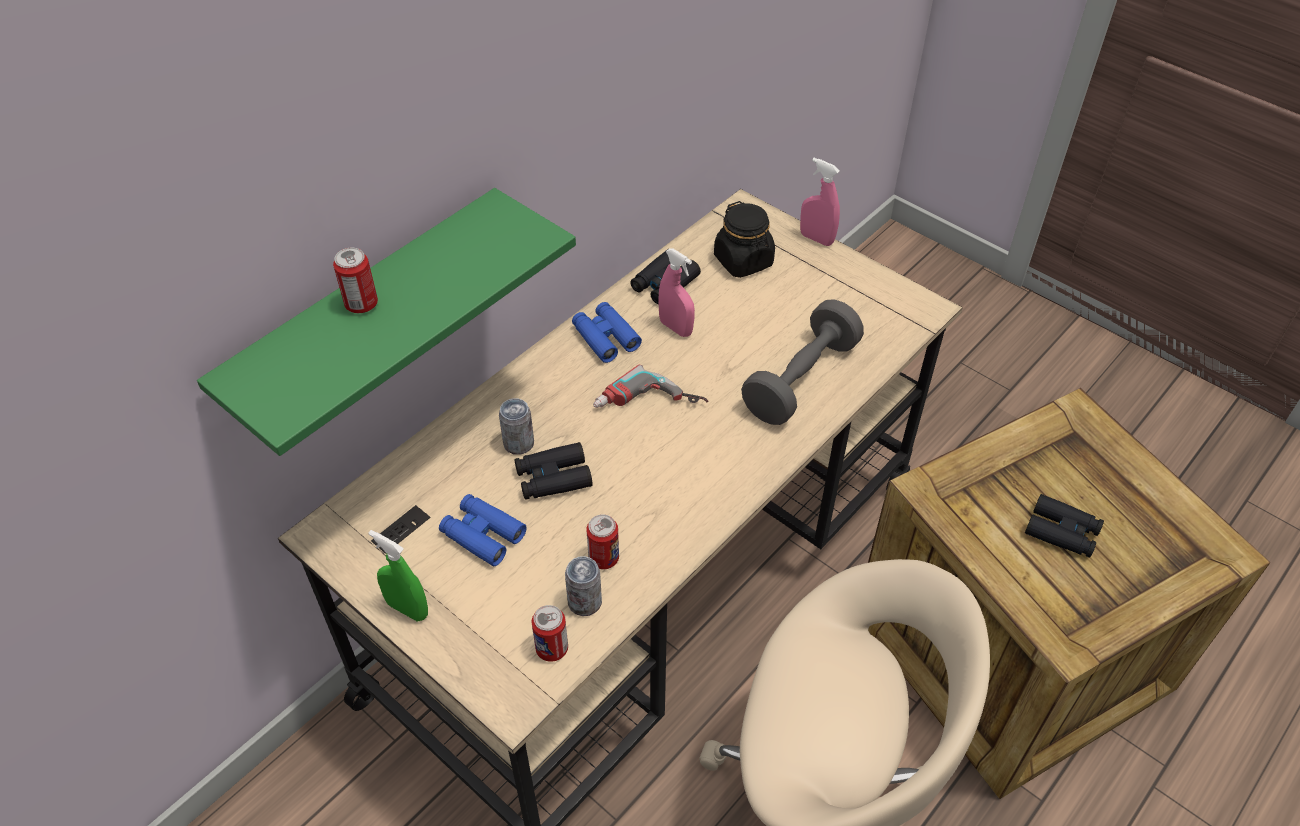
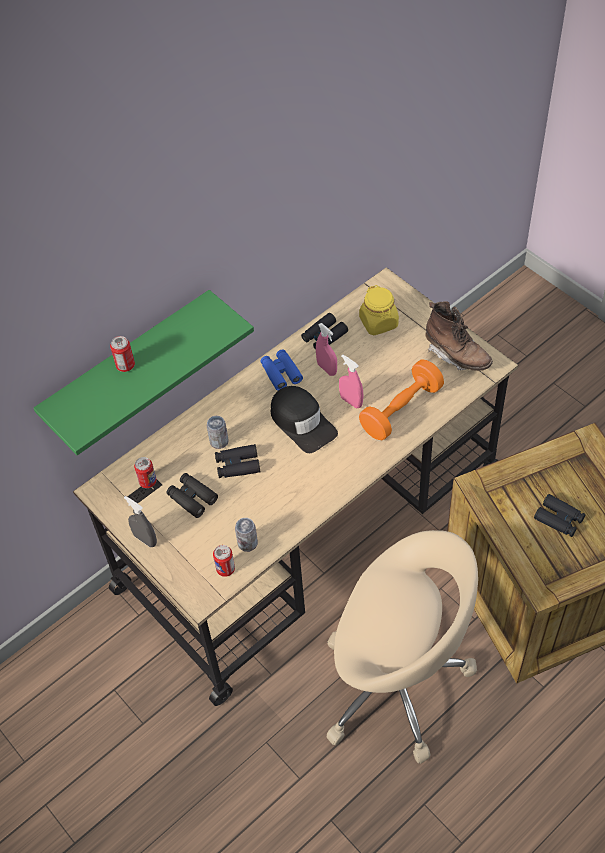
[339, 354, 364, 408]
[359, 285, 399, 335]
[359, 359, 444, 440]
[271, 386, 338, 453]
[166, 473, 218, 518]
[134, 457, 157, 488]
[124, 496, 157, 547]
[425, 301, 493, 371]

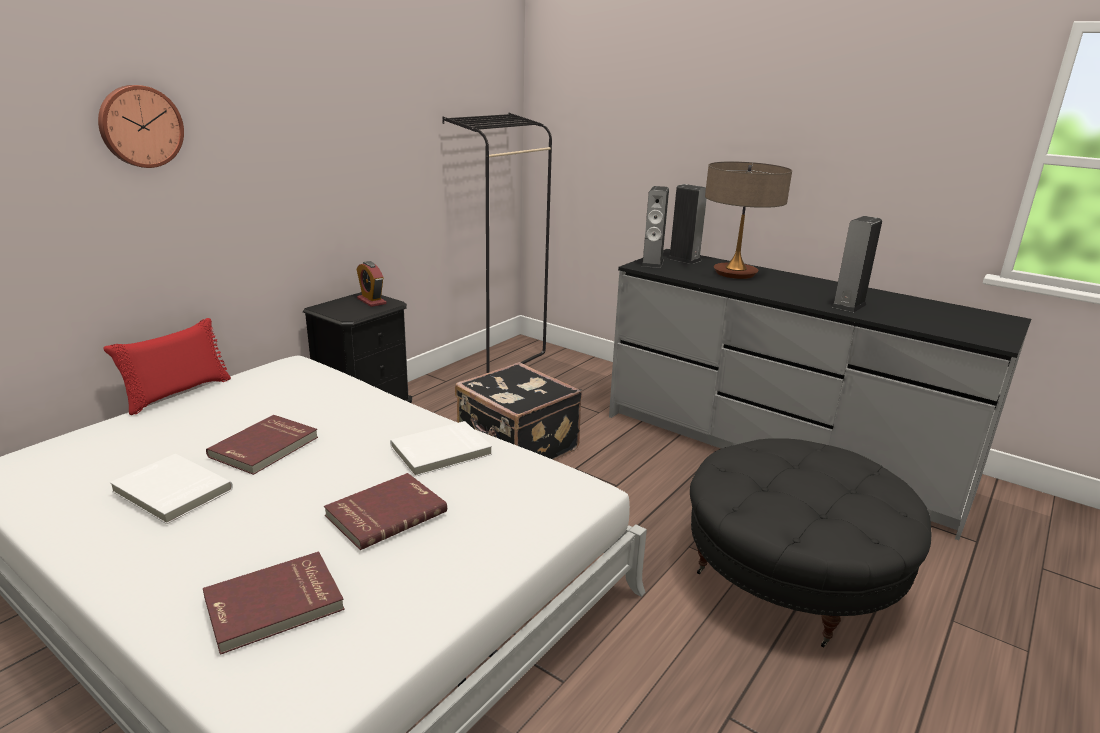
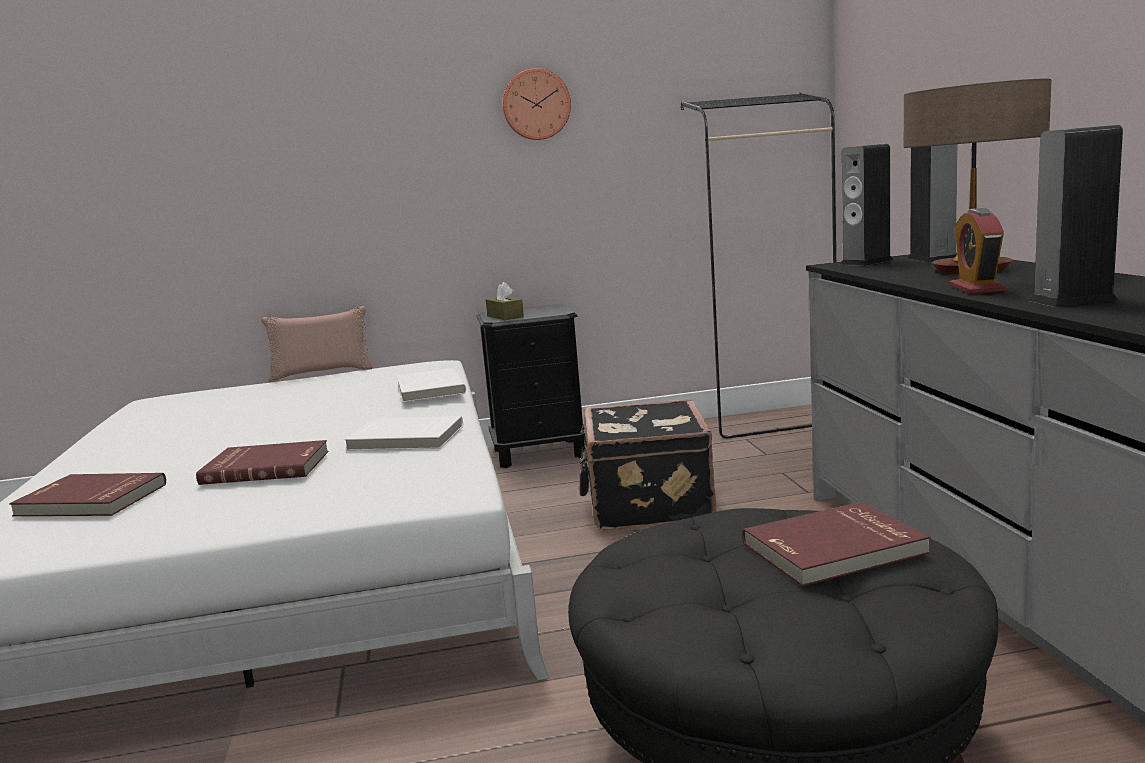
[502, 68, 571, 140]
[950, 208, 1006, 294]
[261, 306, 373, 383]
[742, 502, 931, 586]
[397, 368, 466, 402]
[486, 282, 524, 320]

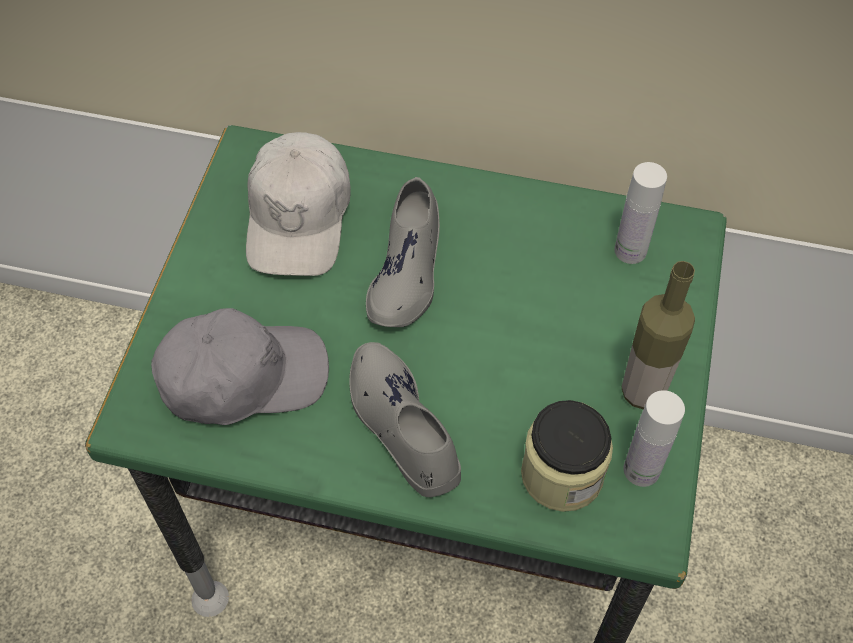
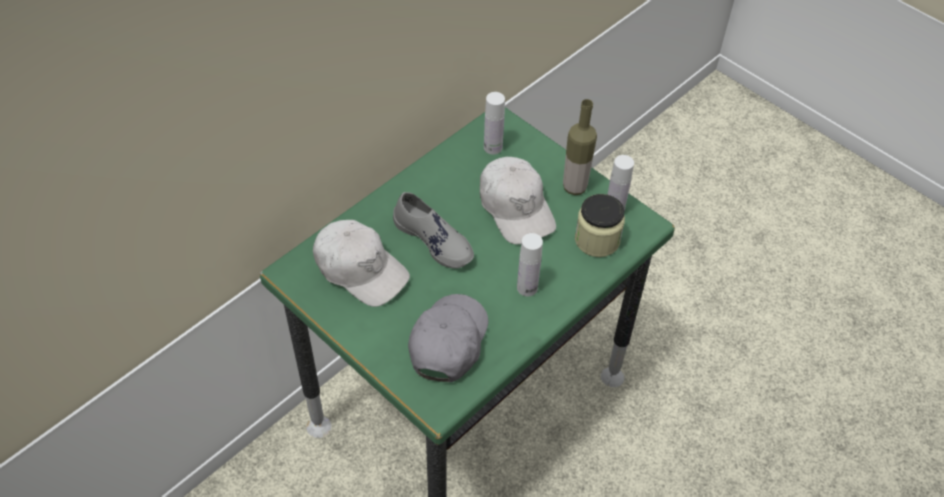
[517, 233, 543, 296]
[480, 157, 556, 245]

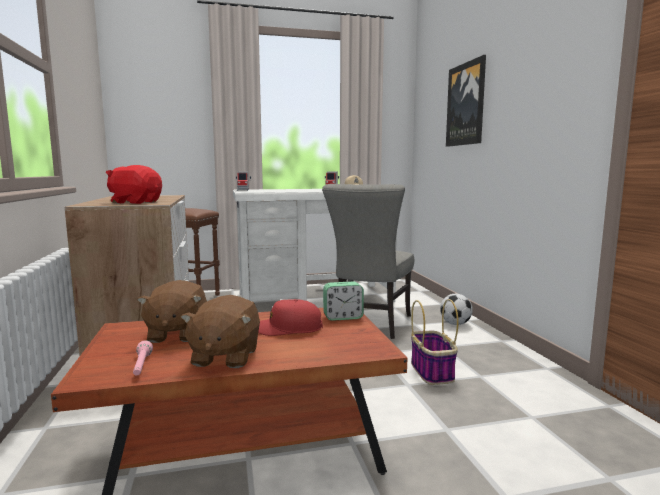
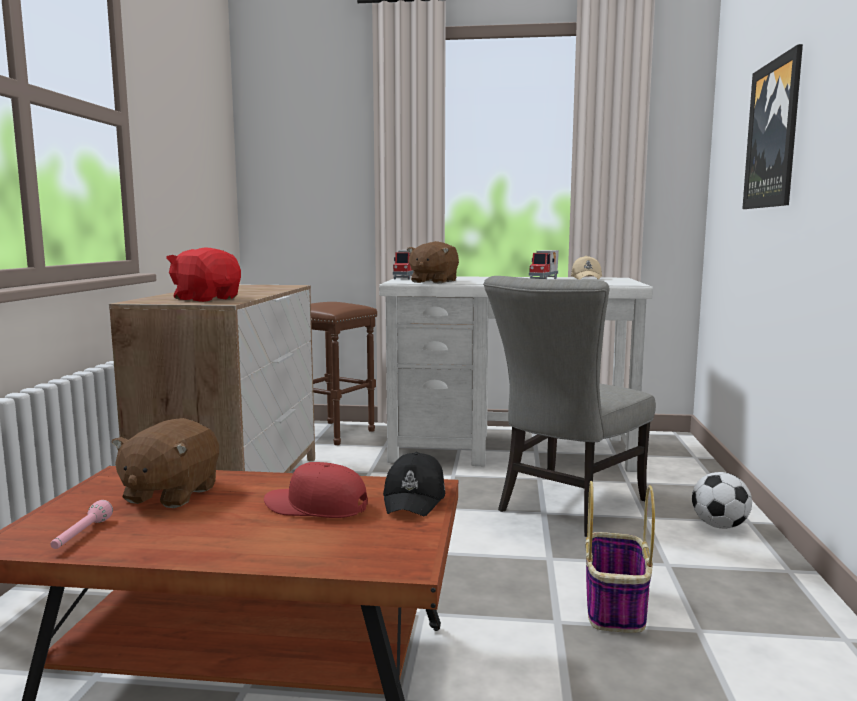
[383, 452, 445, 516]
[407, 241, 459, 283]

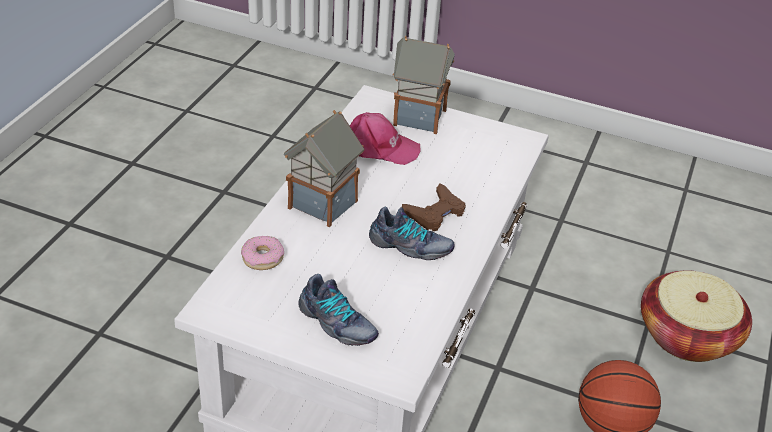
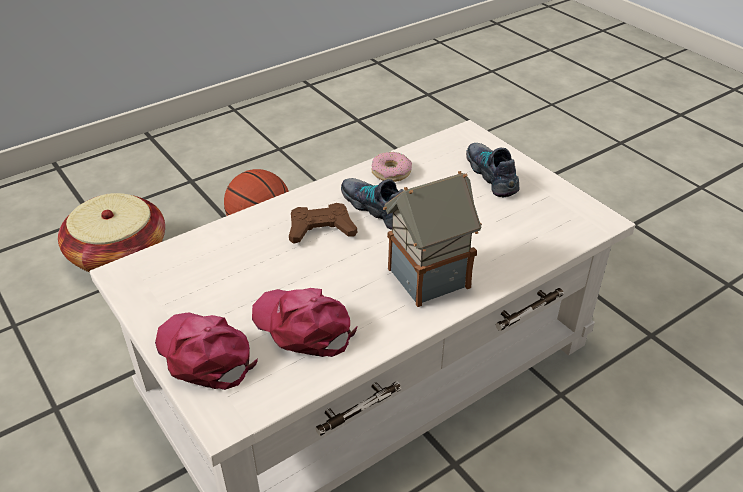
[155, 312, 258, 390]
[372, 152, 412, 182]

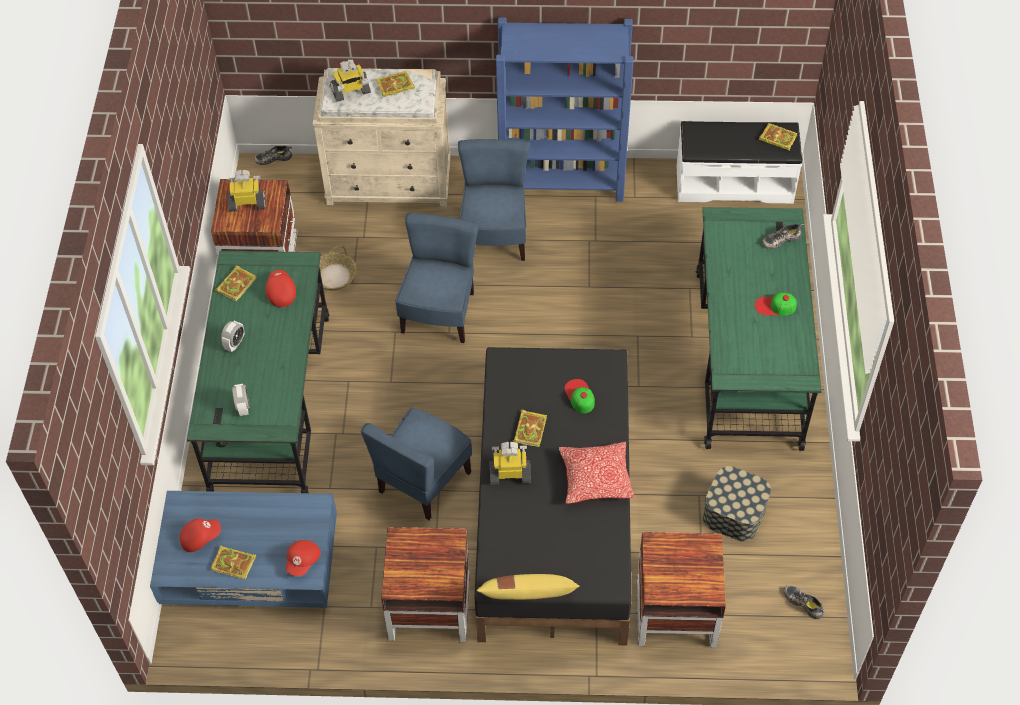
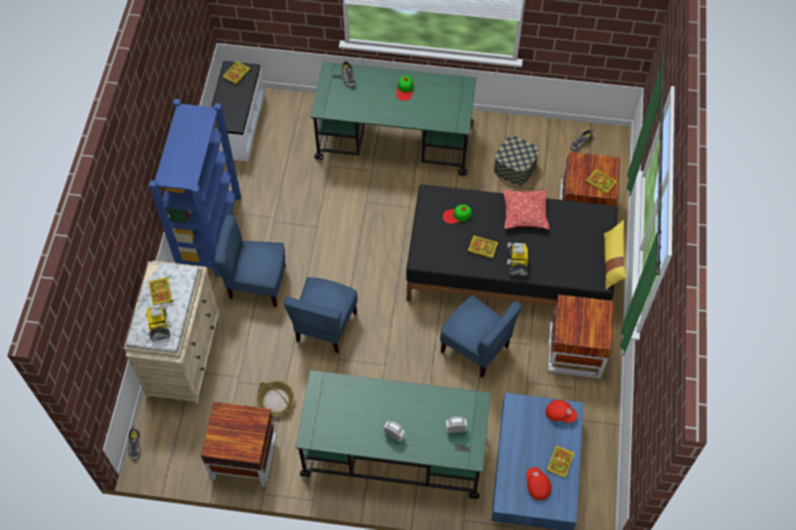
[227, 170, 266, 212] (first image)
[284, 277, 358, 353]
[586, 169, 616, 194]
[266, 270, 296, 307] (first image)

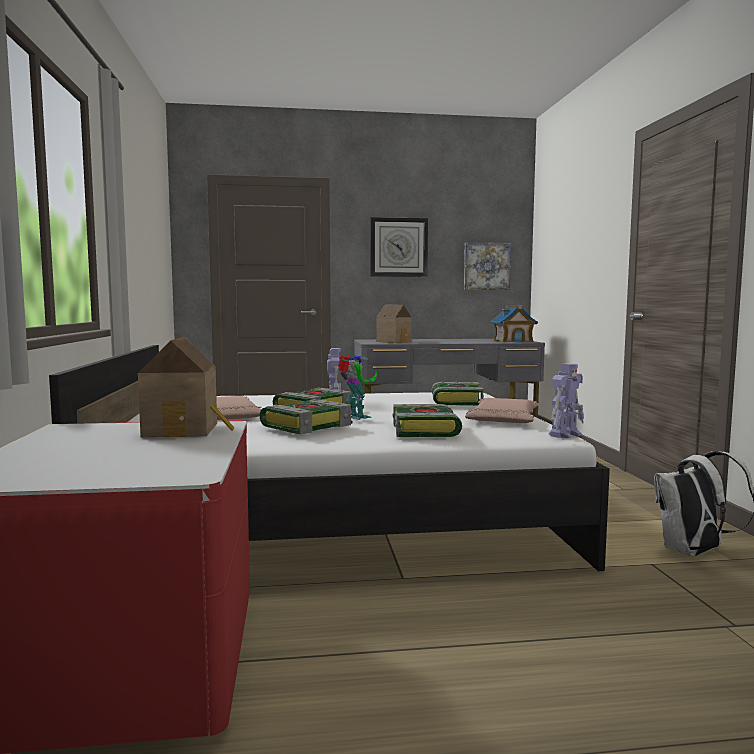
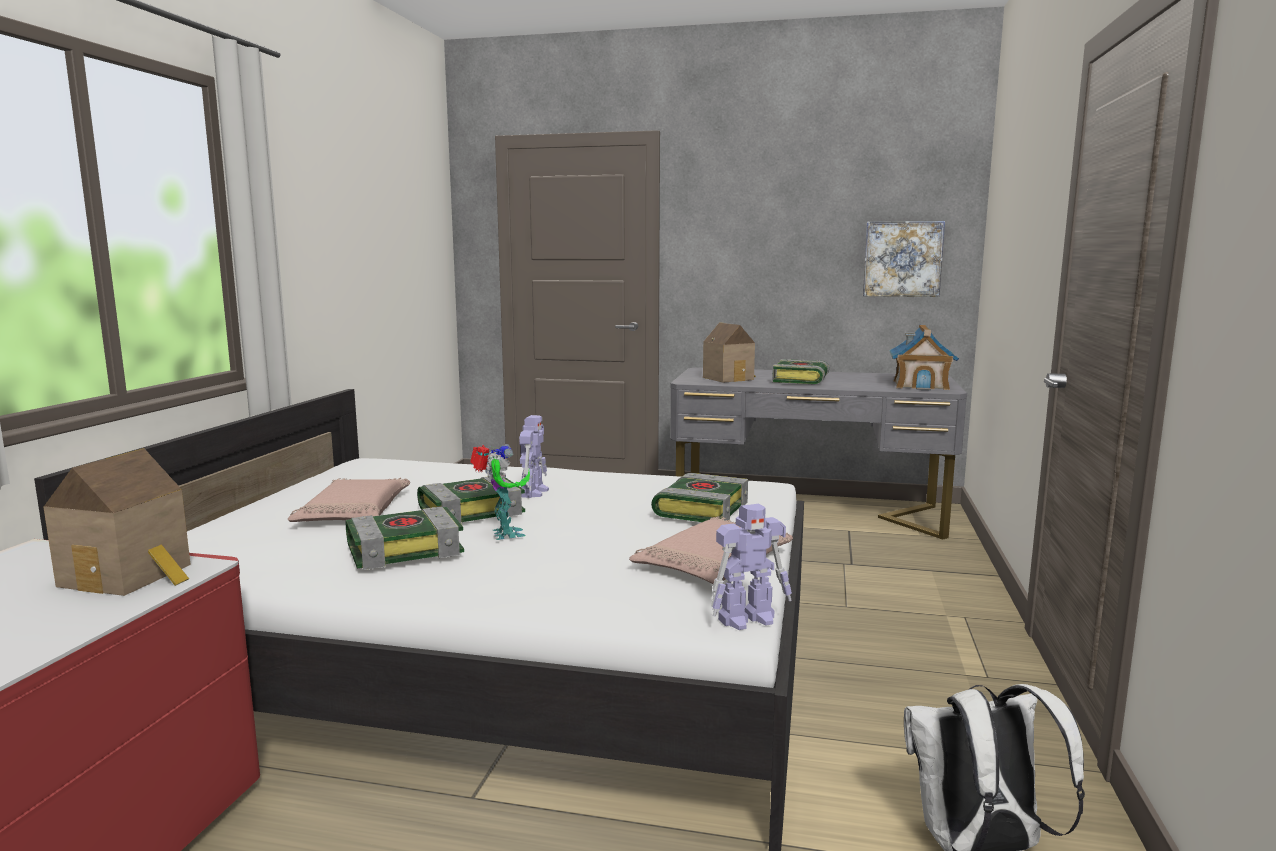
[370, 217, 428, 277] (first image)
[772, 359, 829, 385]

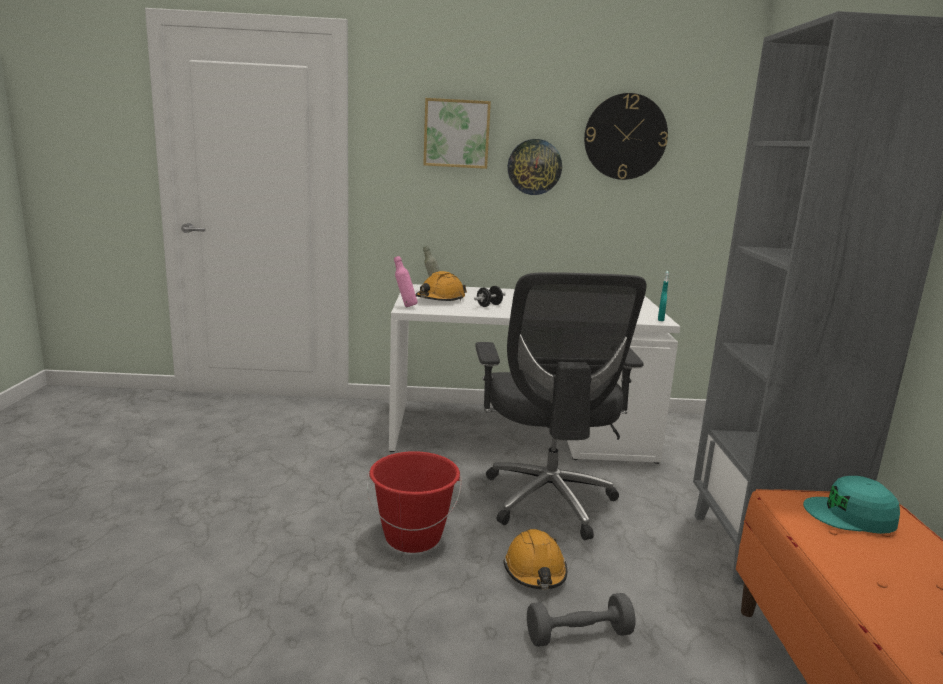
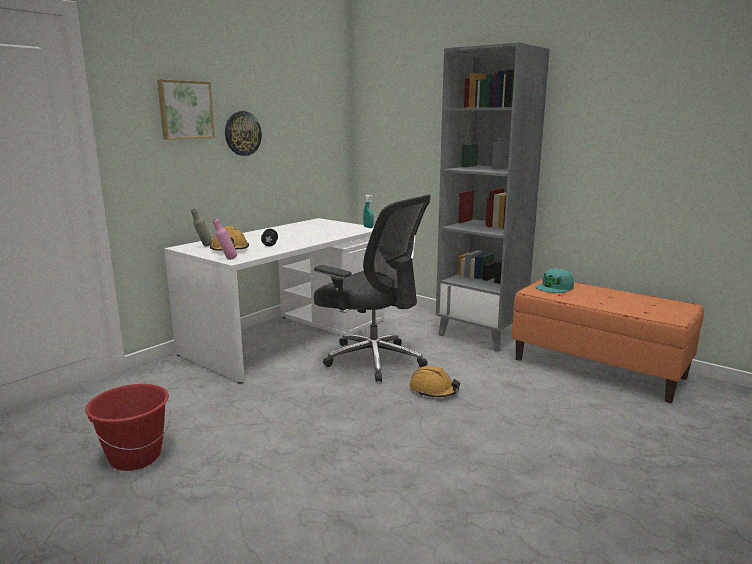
[584, 93, 668, 180] (first image)
[85, 384, 172, 471]
[527, 593, 636, 647] (first image)

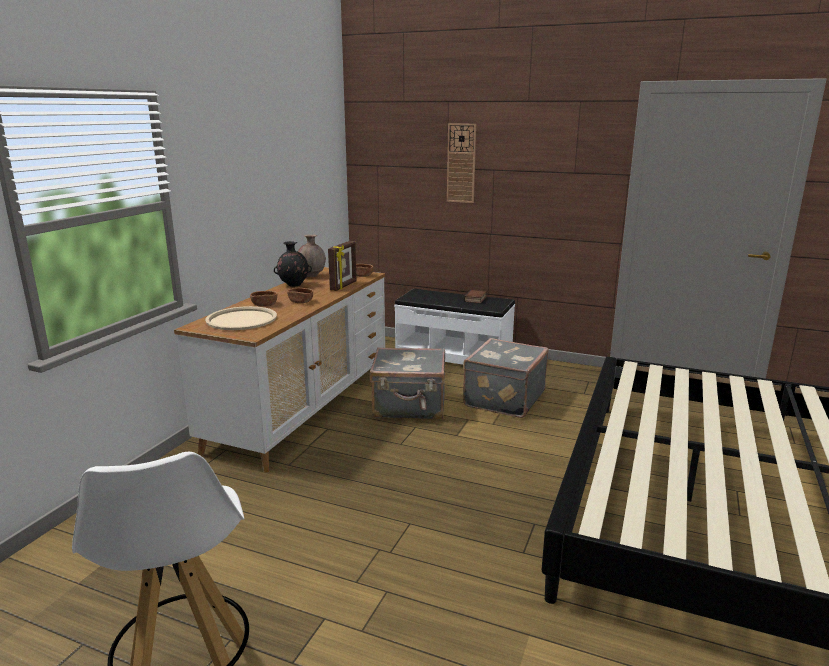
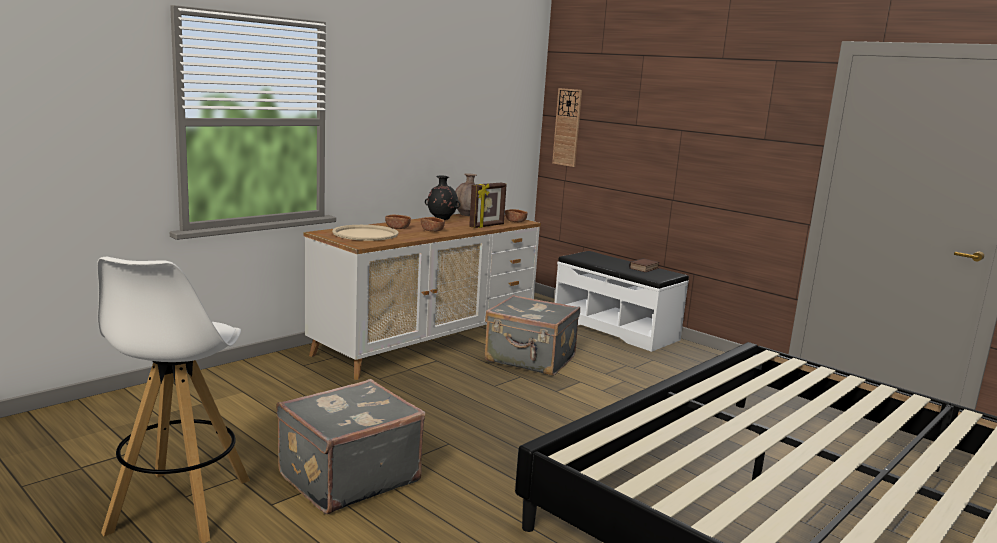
[552, 88, 582, 167]
[277, 379, 425, 514]

